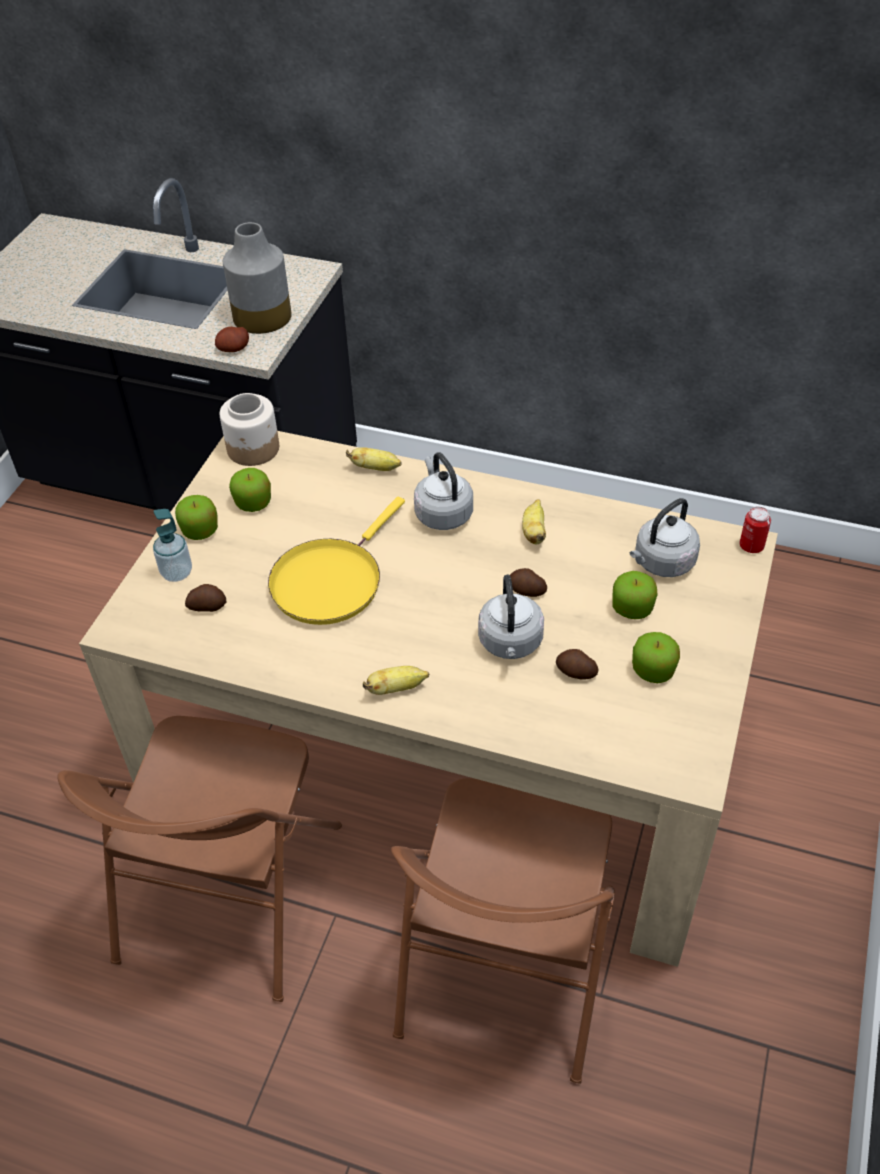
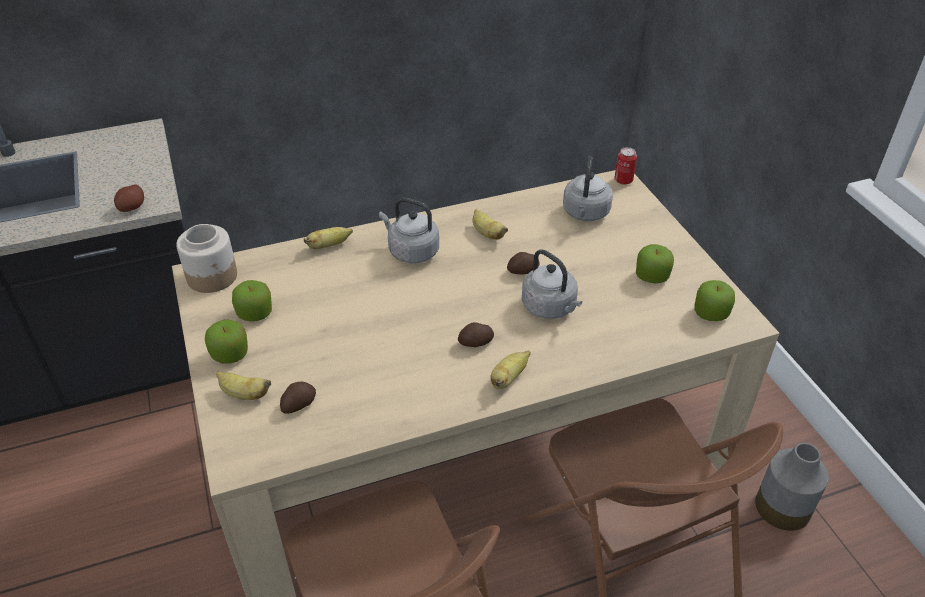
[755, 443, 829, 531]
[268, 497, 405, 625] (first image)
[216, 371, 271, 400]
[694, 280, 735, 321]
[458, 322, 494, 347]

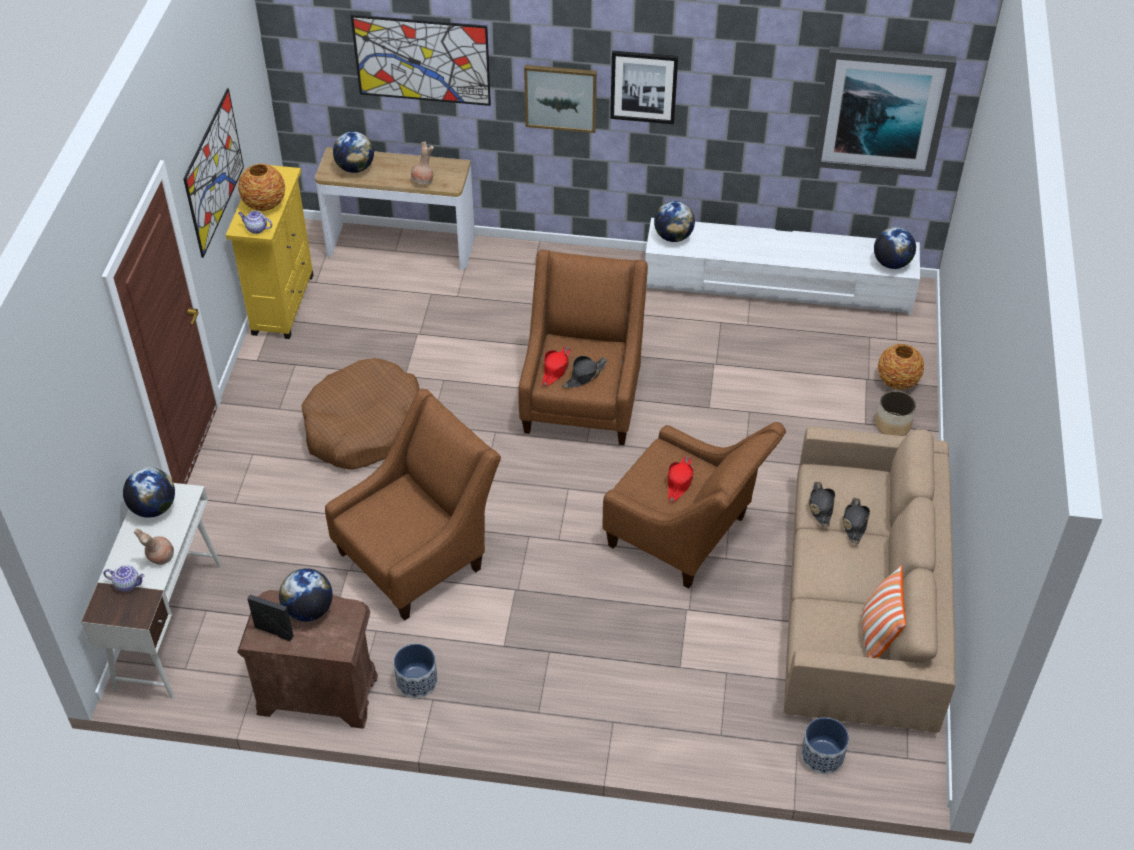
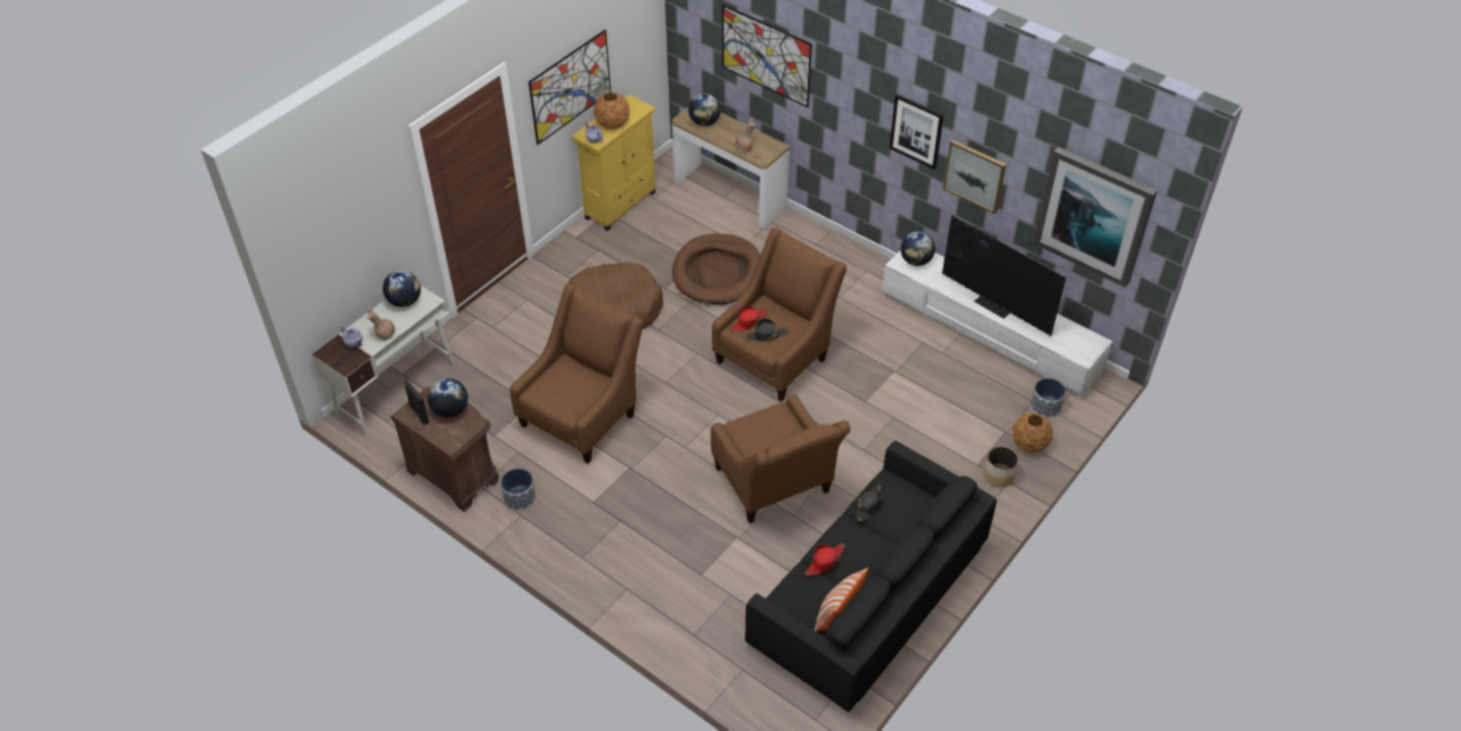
[943, 139, 1006, 214]
[874, 227, 916, 269] (first image)
[510, 284, 644, 464]
[745, 441, 997, 712]
[804, 543, 846, 576]
[842, 498, 870, 544] (first image)
[1031, 378, 1066, 418]
[942, 215, 1066, 336]
[672, 233, 760, 305]

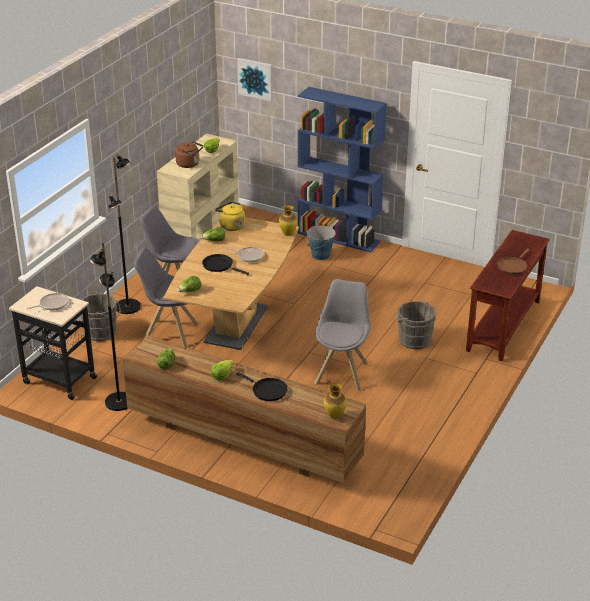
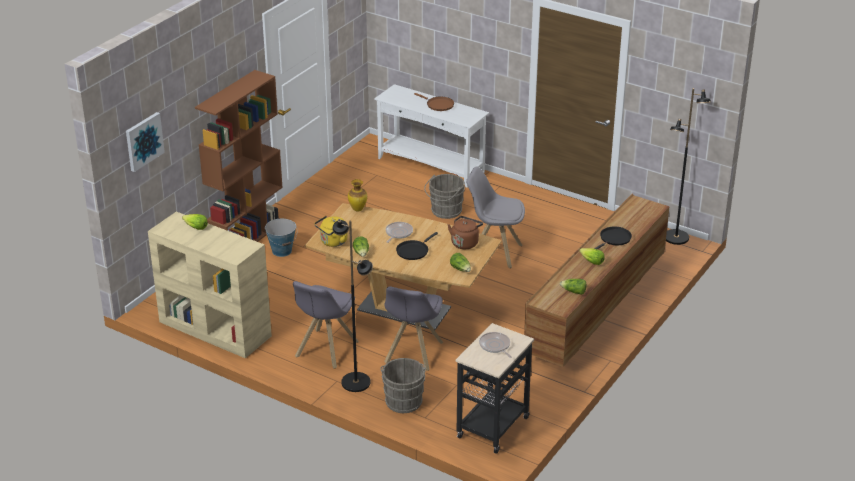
[195, 70, 283, 242]
[448, 216, 483, 249]
[374, 84, 489, 188]
[666, 88, 711, 245]
[324, 383, 347, 419] (first image)

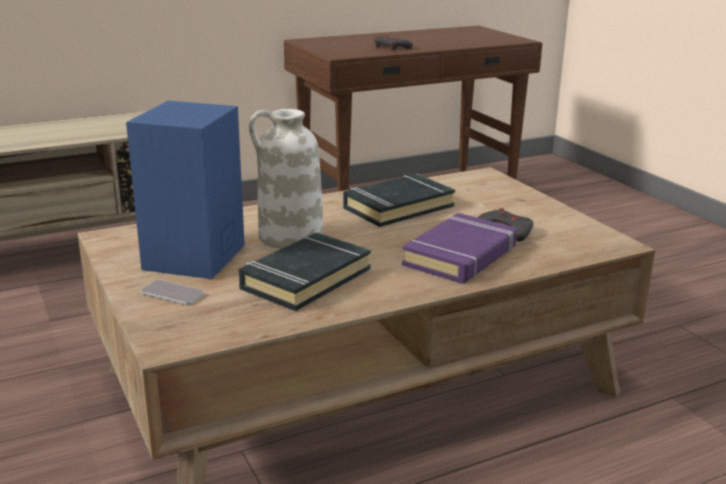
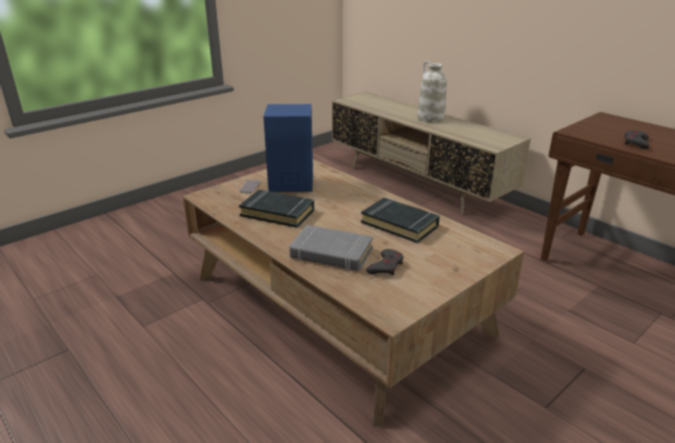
[418, 60, 447, 123]
[289, 225, 373, 271]

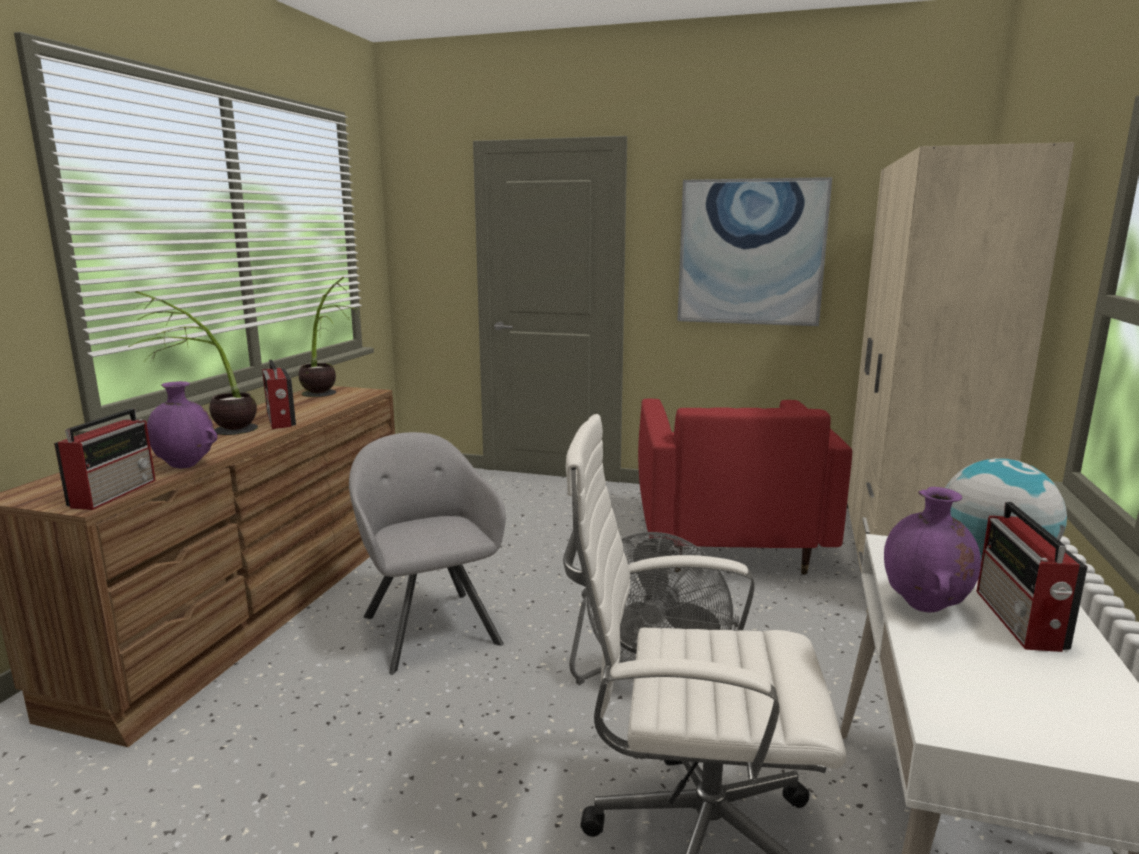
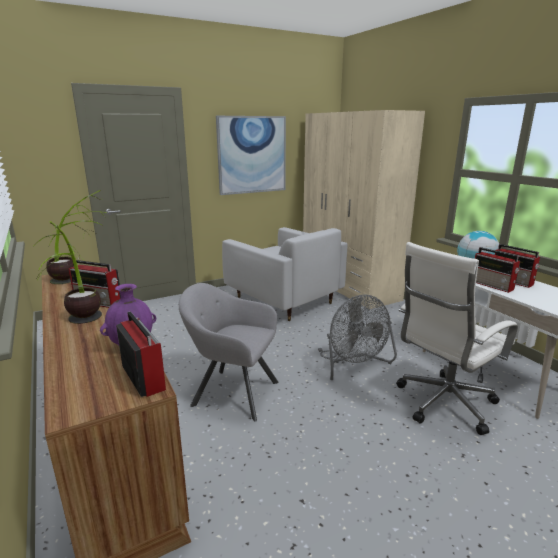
[222, 227, 347, 321]
[475, 247, 520, 293]

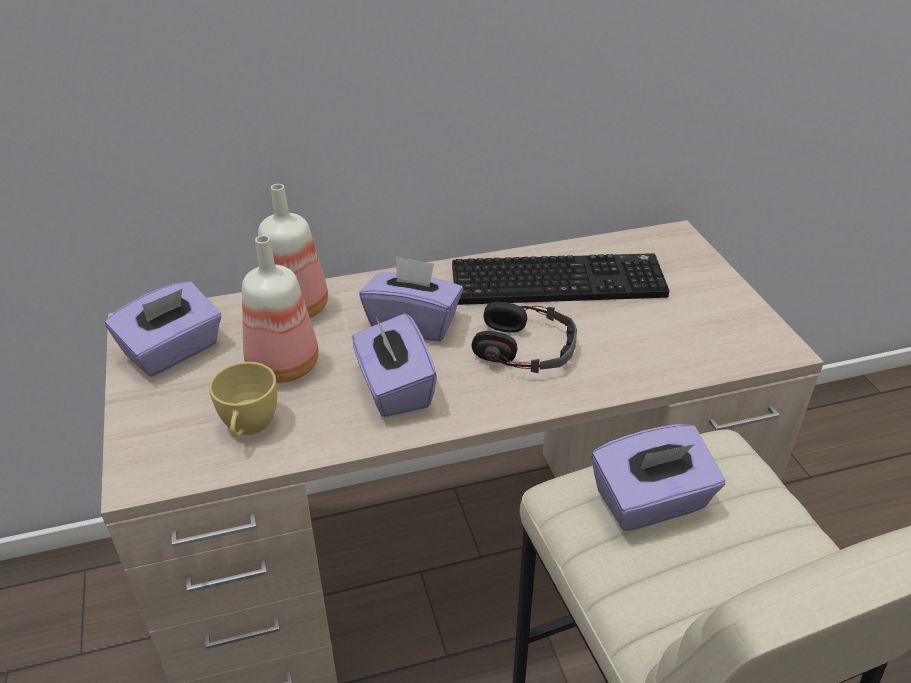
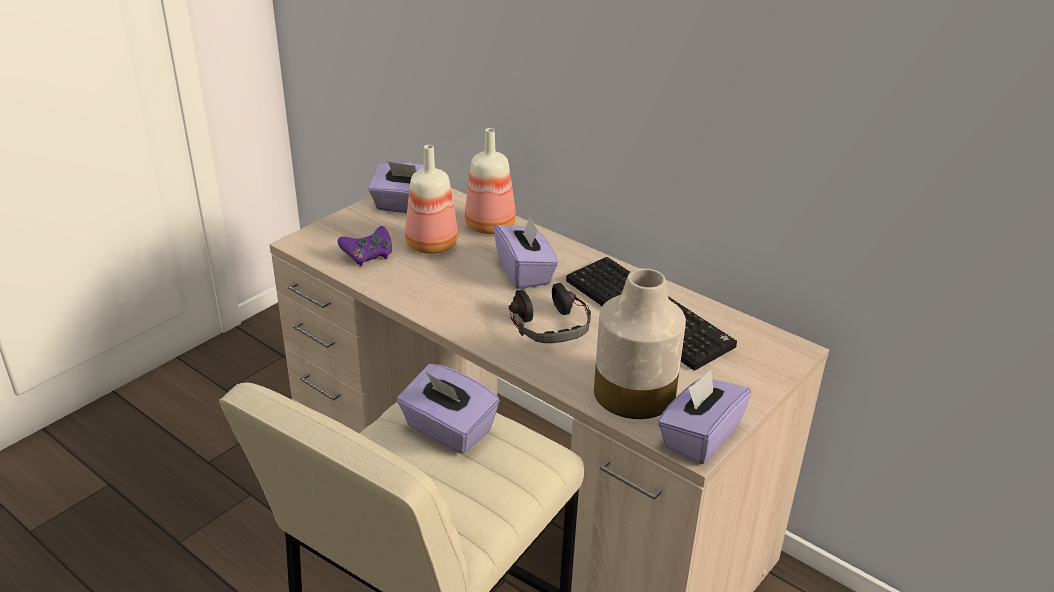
[657, 370, 751, 464]
[338, 226, 392, 266]
[594, 268, 686, 419]

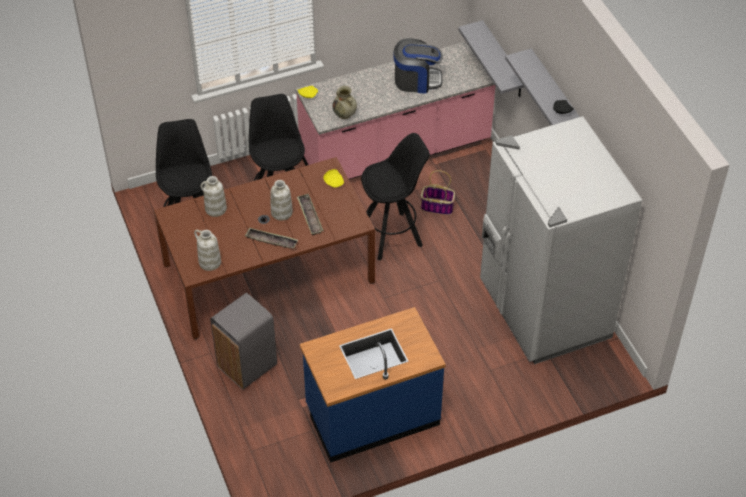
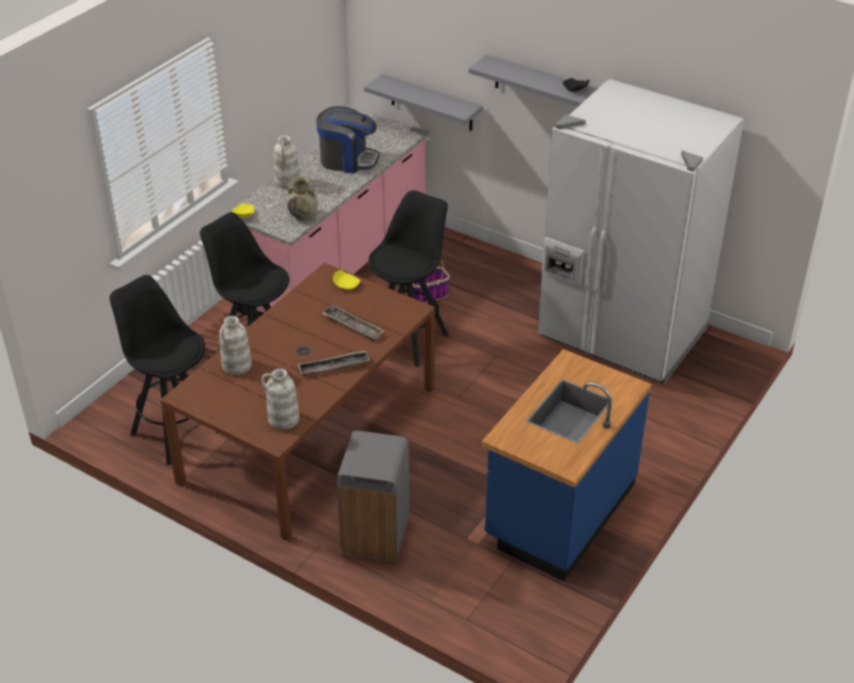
[316, 106, 379, 174]
[274, 136, 300, 189]

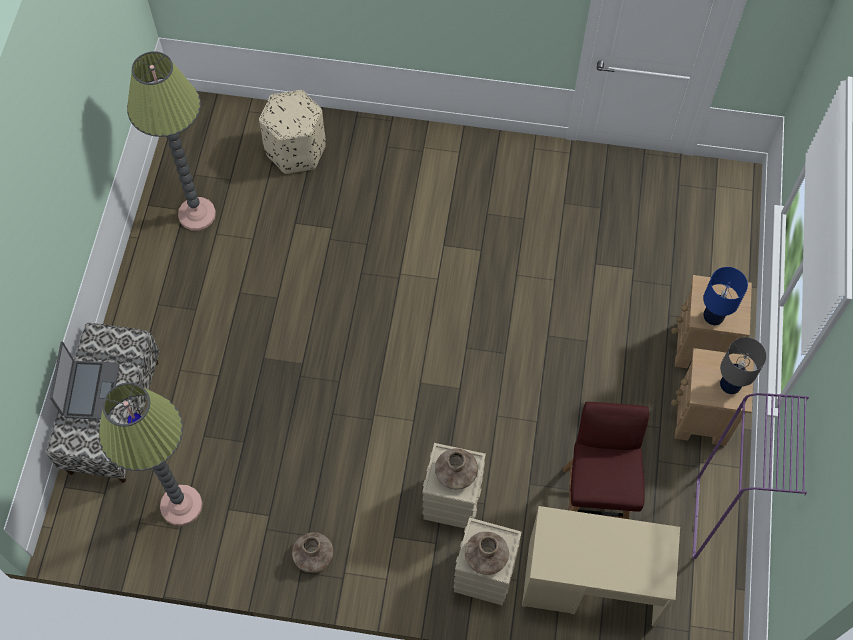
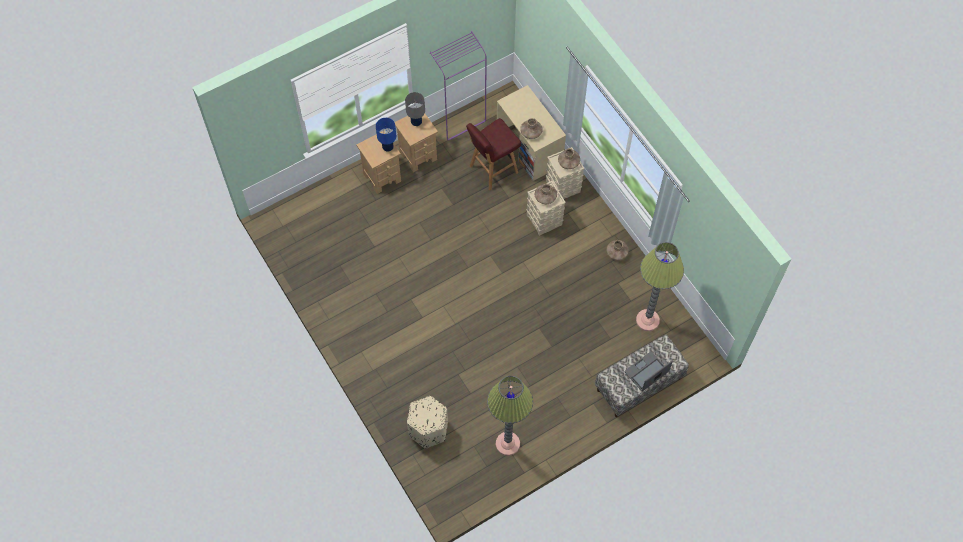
[520, 118, 543, 139]

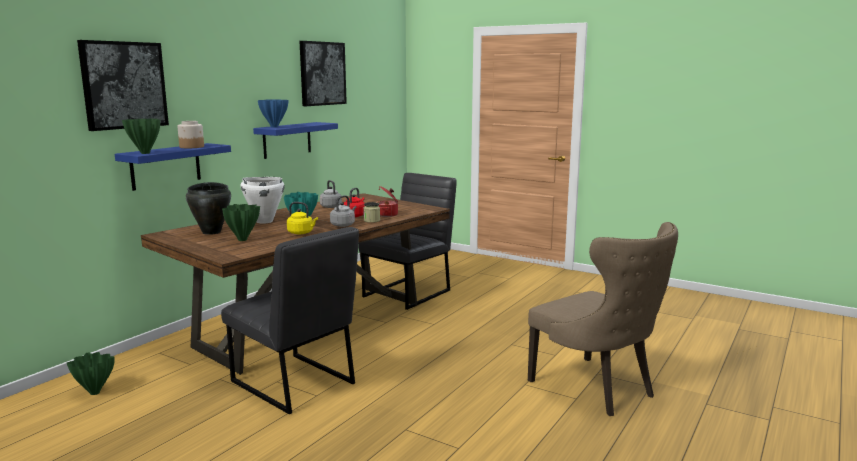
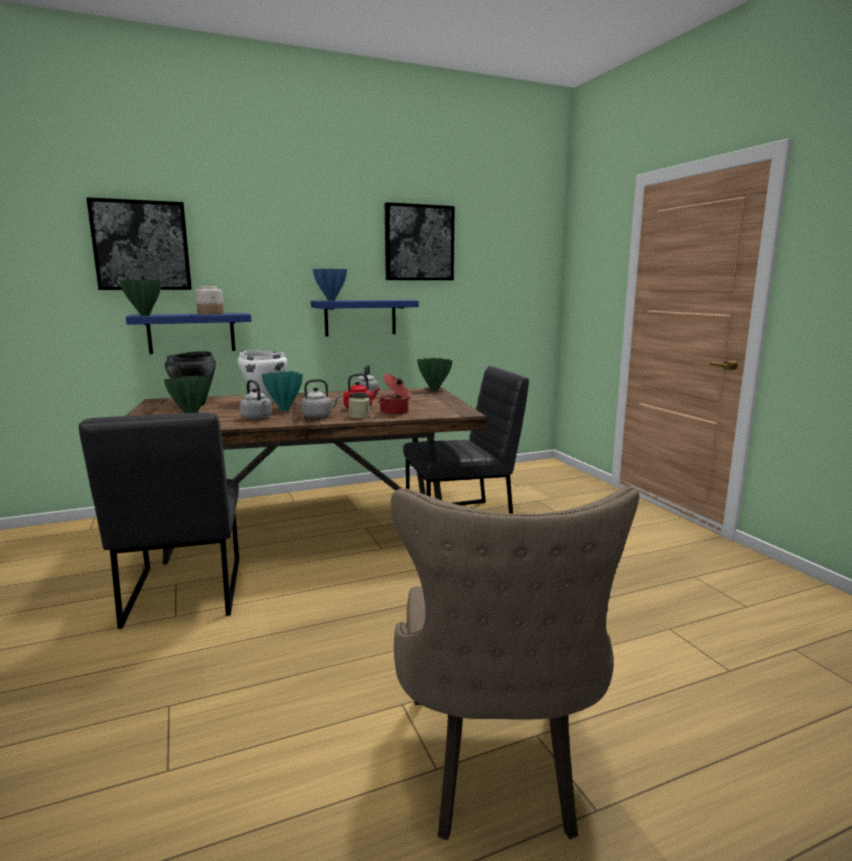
[240, 380, 272, 419]
[417, 358, 452, 391]

